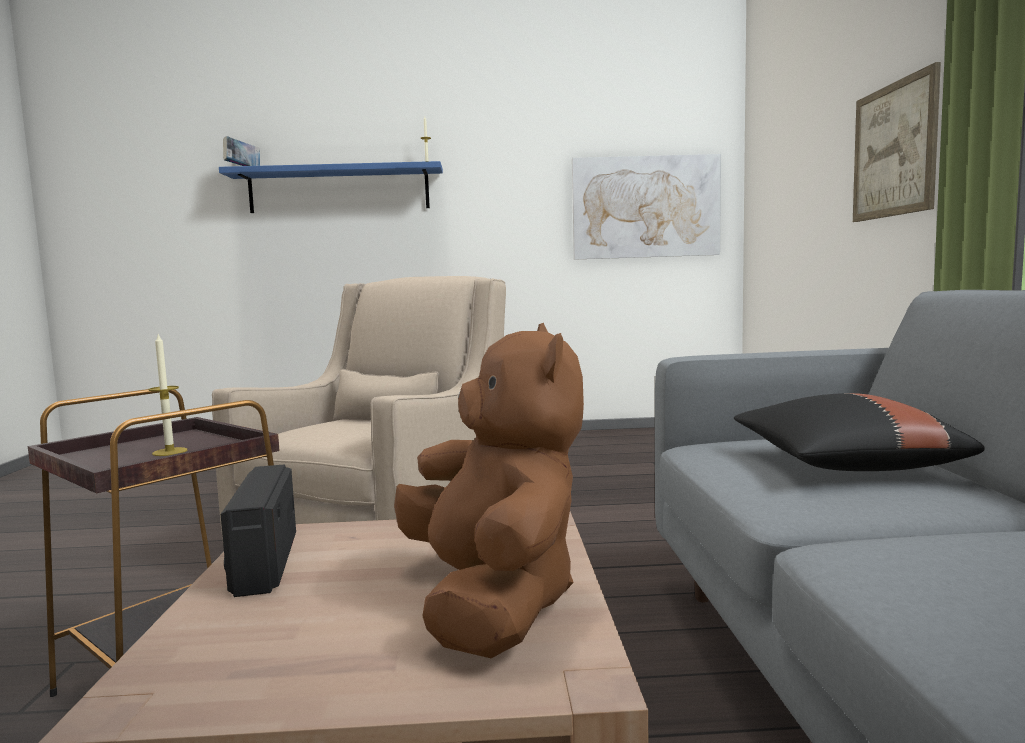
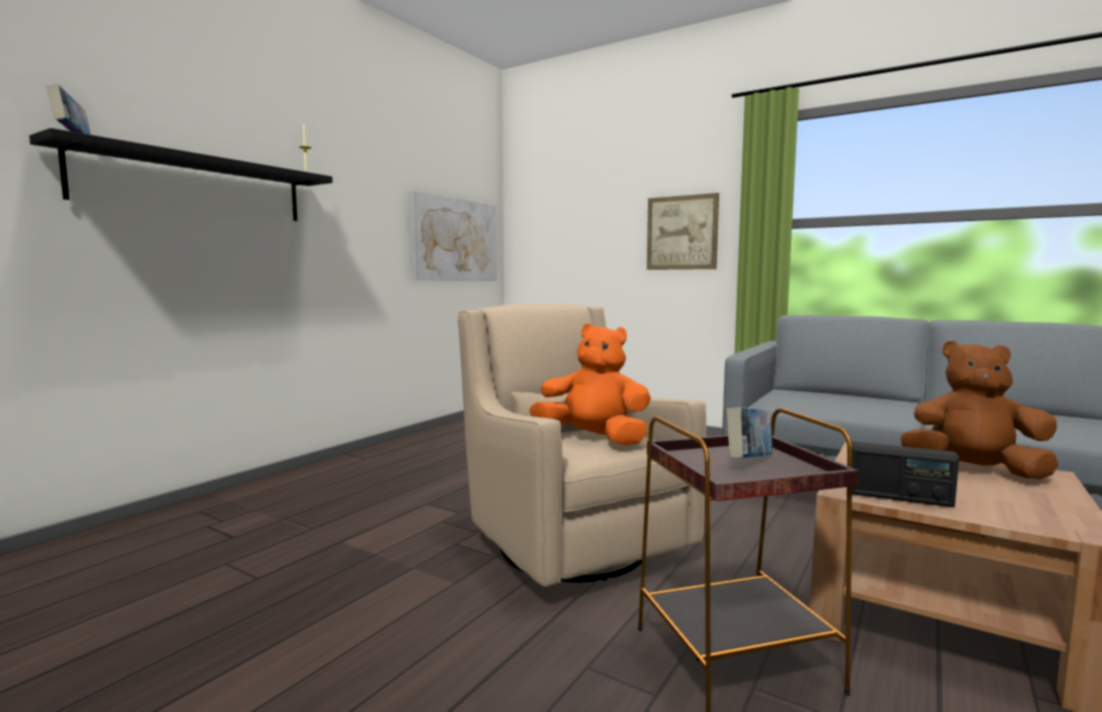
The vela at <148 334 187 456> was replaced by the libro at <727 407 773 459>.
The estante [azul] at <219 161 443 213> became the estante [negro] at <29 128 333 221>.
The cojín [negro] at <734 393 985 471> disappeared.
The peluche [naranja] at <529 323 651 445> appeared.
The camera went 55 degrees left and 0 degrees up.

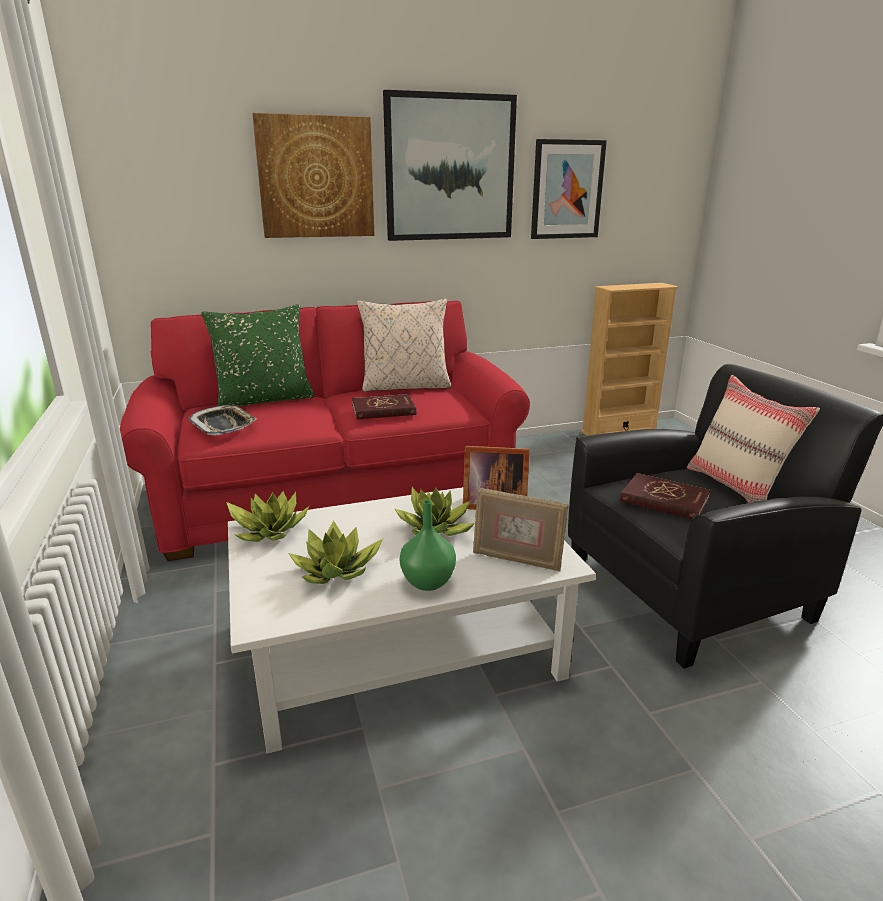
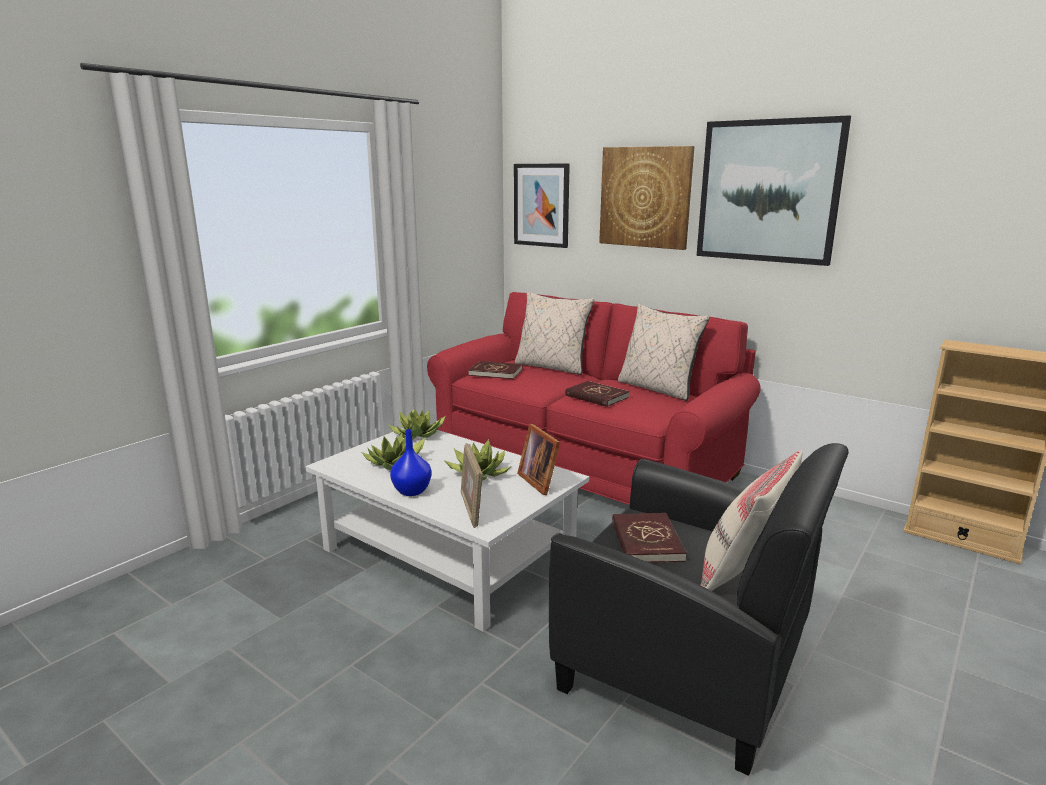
The bandeja at <188 405 257 435> was replaced by the libro [rojo] at <468 361 522 379>.
The cojín [verde] at <201 304 314 407> became the cojín [beis] at <515 291 594 375>.
The florero [verde] at <399 500 456 591> became the florero [azul] at <390 429 432 496>.
The cuadro moved from <531 139 607 239> to <514 163 570 248>.
The camera went 55 degrees right and 5 degrees down.

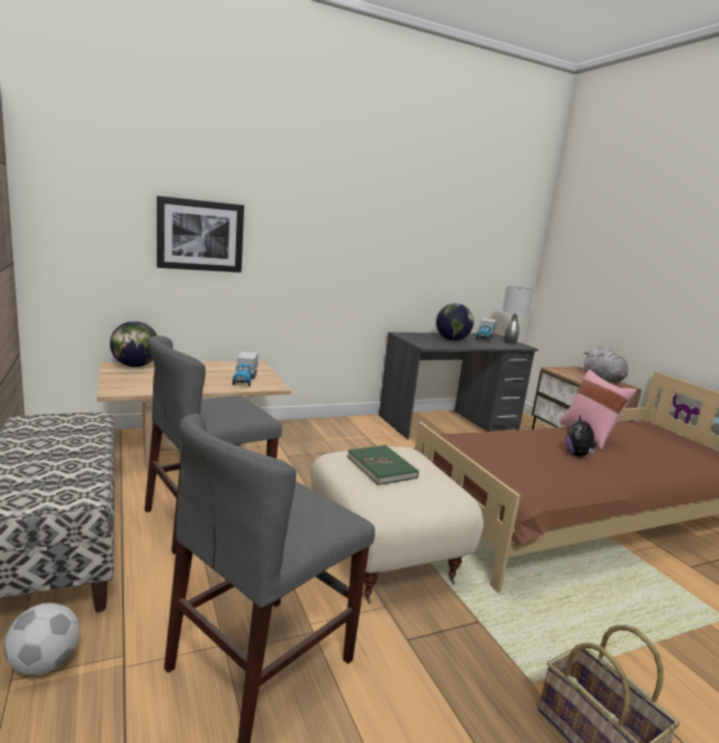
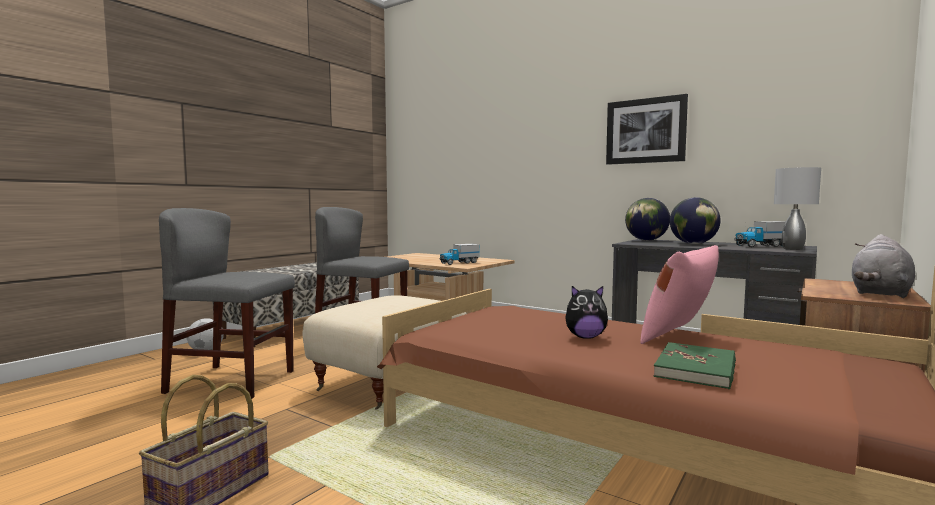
The globo terráqueo moved from <110 321 157 367> to <625 198 670 241>.
The cuadro moved from <157 196 244 273> to <606 94 688 165>.
The libro [verde] moved from <347 445 419 485> to <654 342 736 389>.
The peluche at <565 415 597 457> turned 150 degrees counterclockwise.
The camera went 60 degrees right and 10 degrees down.

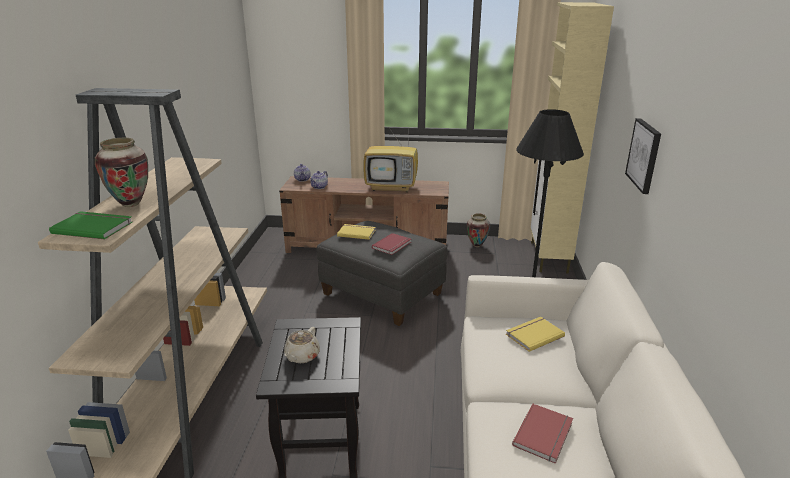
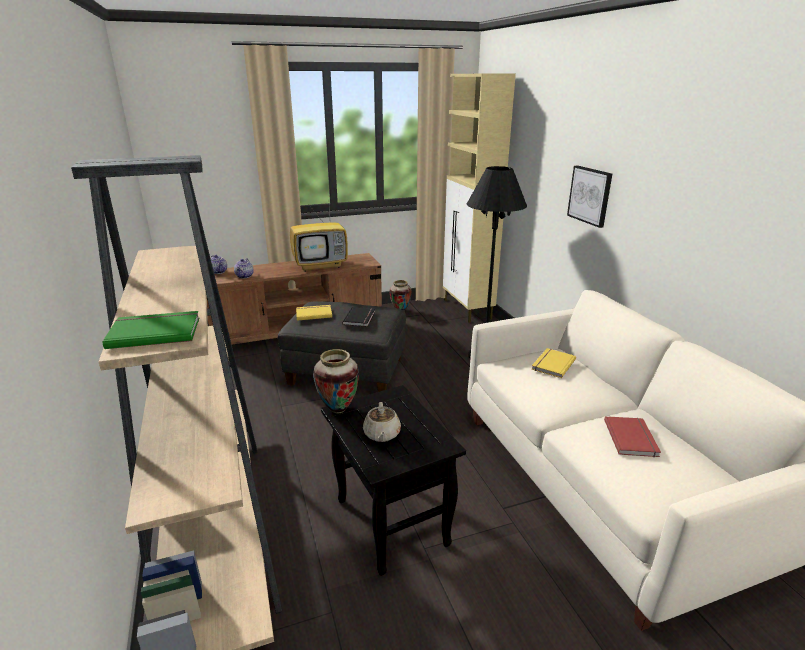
The florero moved from <95 138 148 207> to <313 349 359 414>.
The libro [rojo] at <372 233 411 255> became the libro [negro] at <342 307 375 327>.
The camera went 25 degrees left and 0 degrees up.

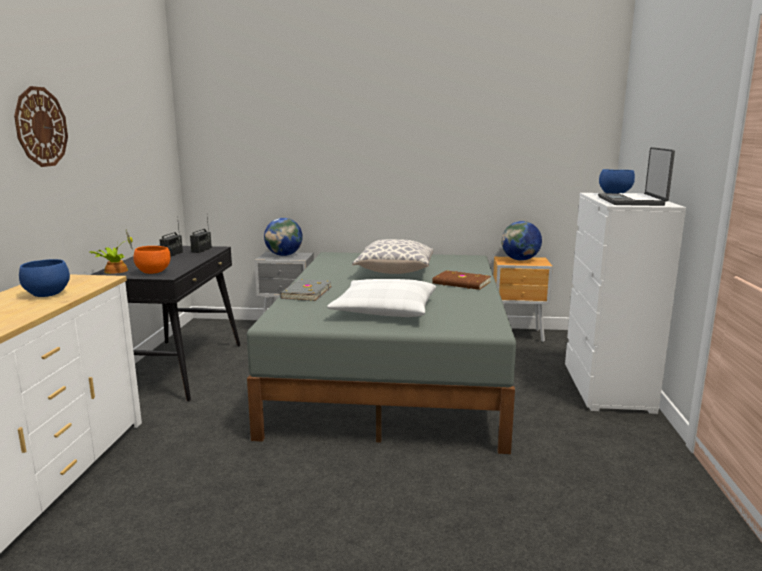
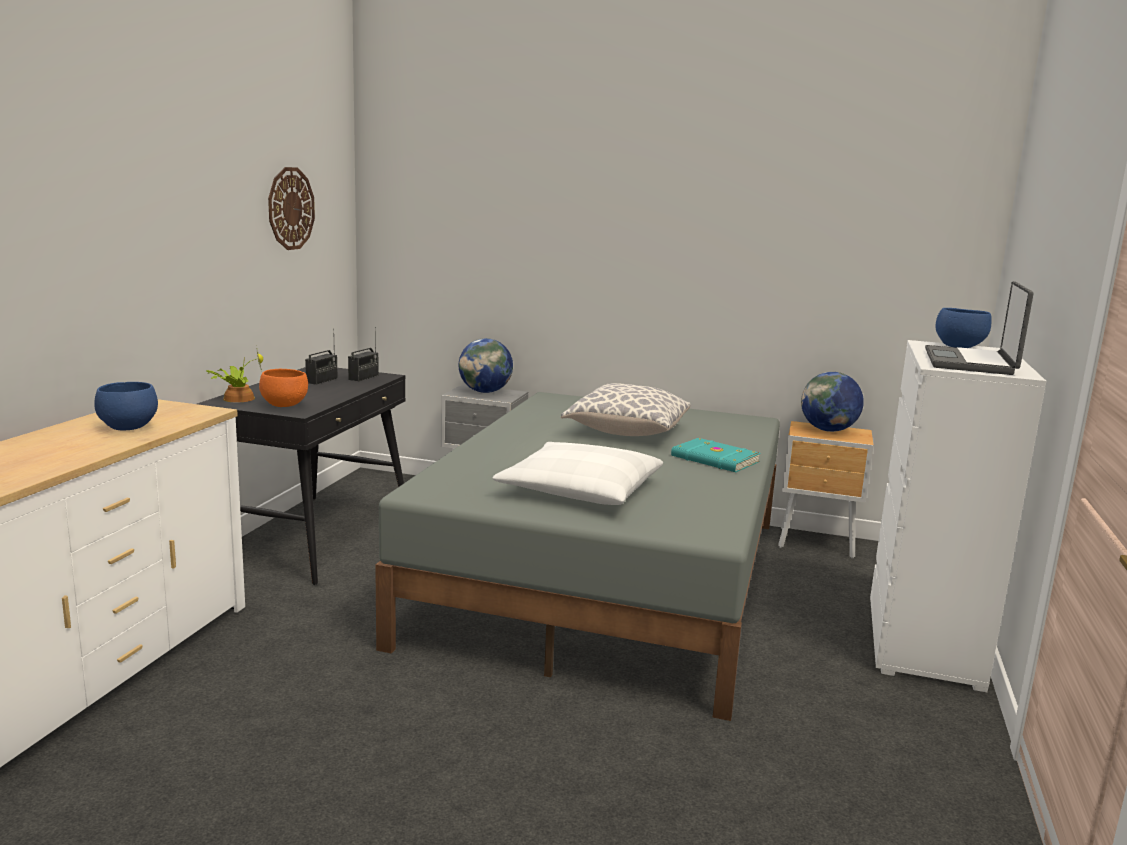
The reloj de pared moved from <14 86 68 167> to <268 167 315 250>.
The libro [gris] at <280 279 332 301> disappeared.
The libro [marrón] at <432 271 491 290> became the libro [turquesa] at <671 438 761 472>.
The camera went 10 degrees right and 0 degrees up.

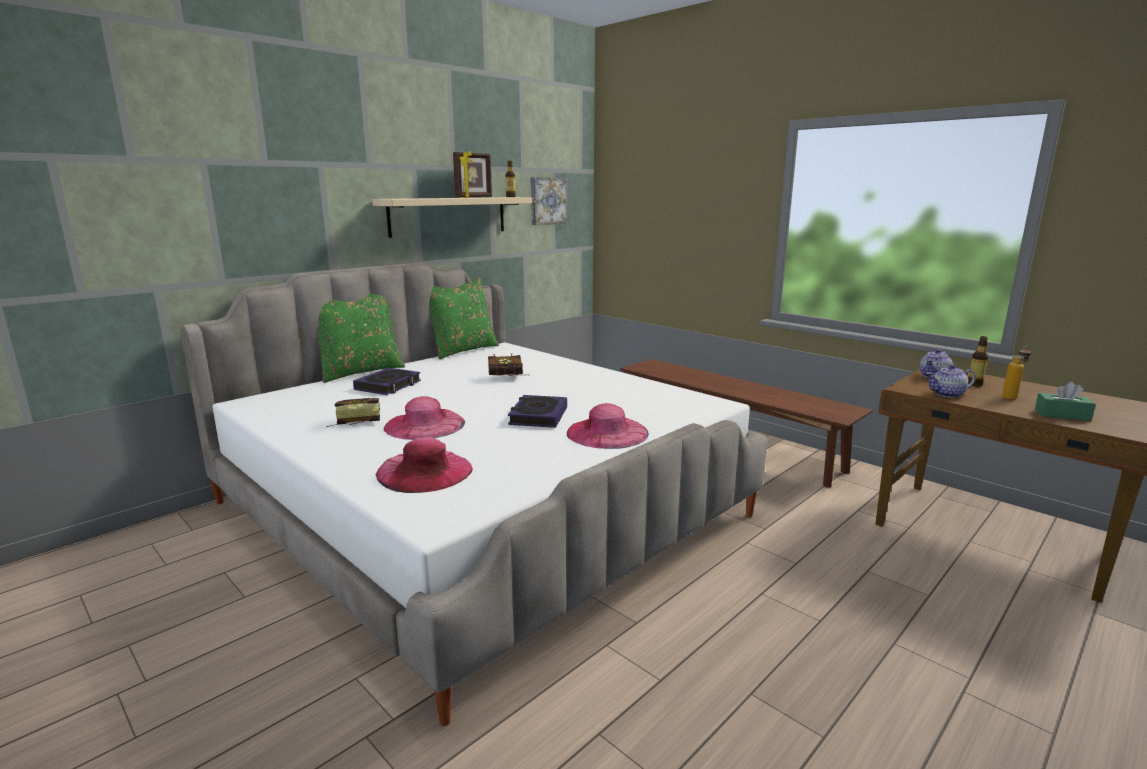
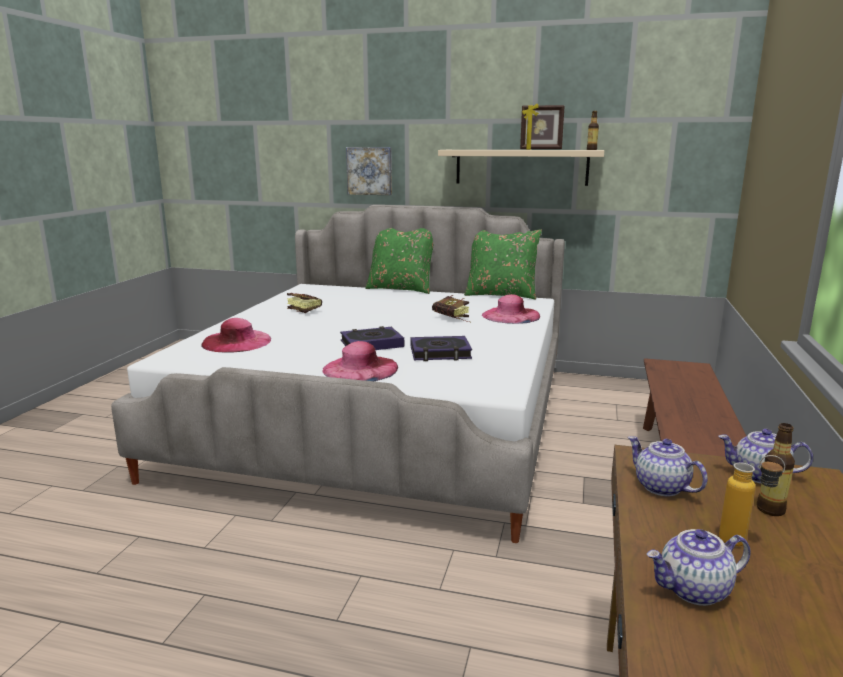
The libro moved from <353 368 421 395> to <411 336 472 361>.
The sombrero [rosa] moved from <384 396 465 440> to <482 294 540 324>.
The cuadro moved from <531 177 567 225> to <346 147 392 195>.
The caja de pañuelos [verde] at <1035 382 1096 421> was replaced by the tetera at <647 529 750 606>.
The camera went 60 degrees right and 0 degrees up.

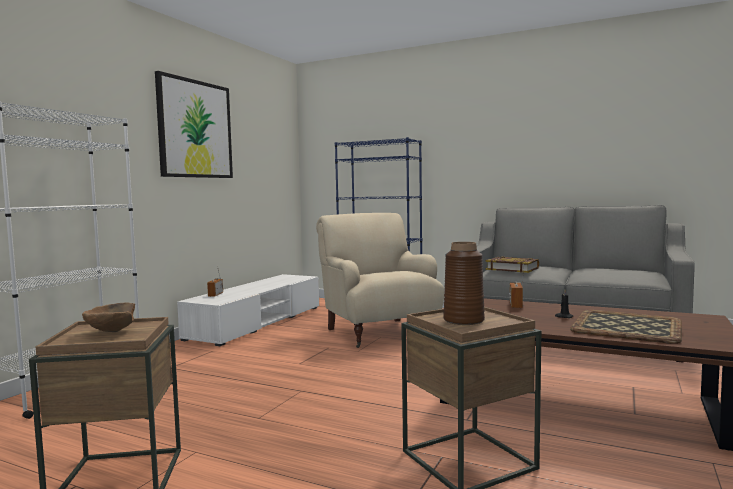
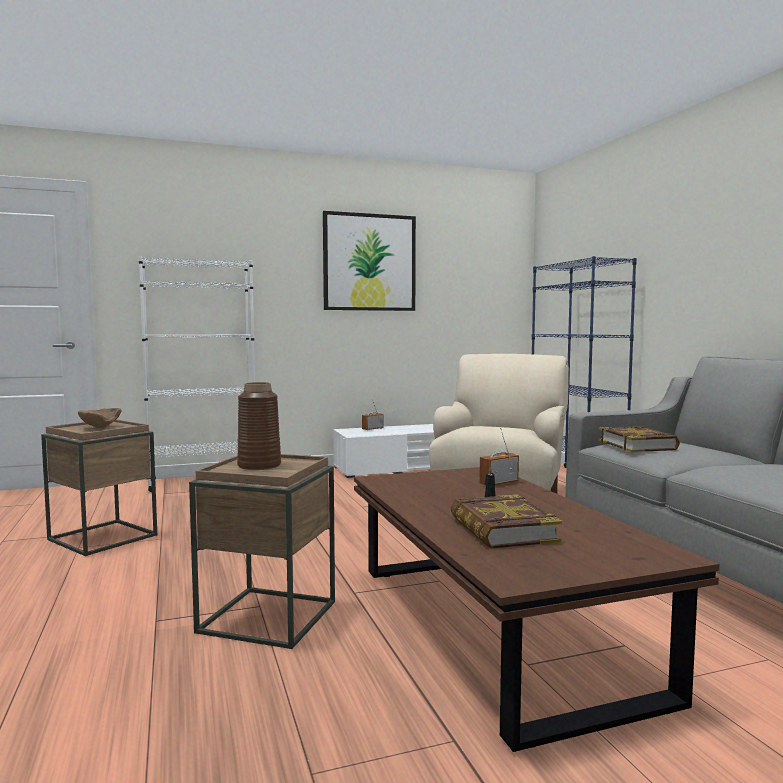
The bandeja at <570 310 682 344> was replaced by the libro at <451 495 562 549>.
The camera went 45 degrees right and 0 degrees up.

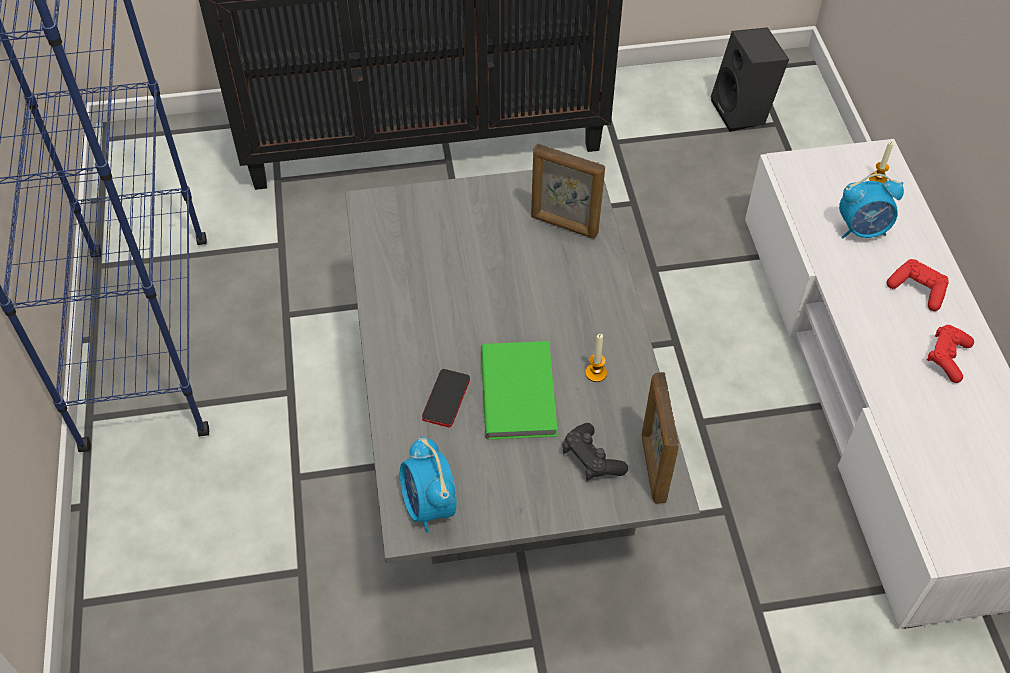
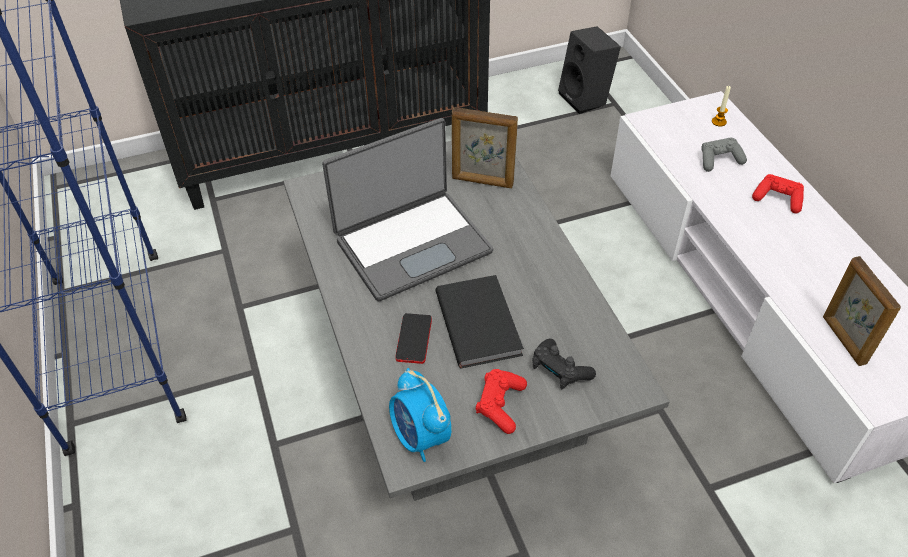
The libro [verde] at <481 341 557 440> became the libro [negro] at <436 275 524 368>.
The vela at <585 334 607 382> disappeared.
The portarretratos moved from <641 372 679 504> to <823 256 901 366>.
The despertador at <839 174 904 238> was replaced by the mando de consola [gris] at <701 138 747 172>.
The mando de consola [rojo] moved from <927 325 974 383> to <476 369 527 434>.
The portátil at <322 118 493 302> appeared.
The camera went 10 degrees left and 5 degrees down.

